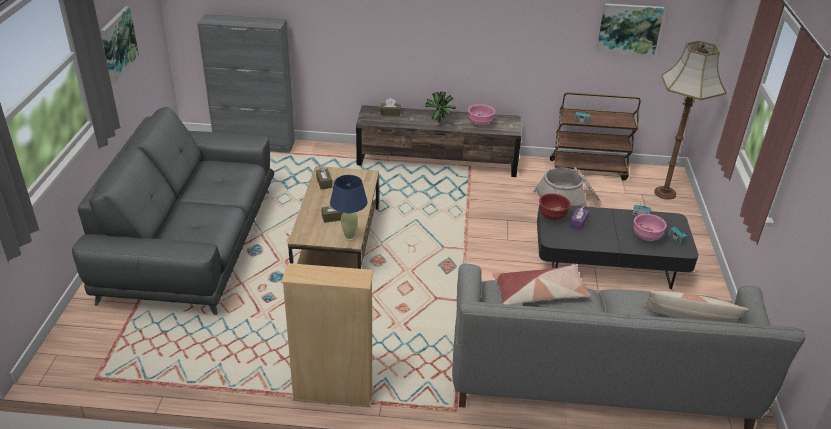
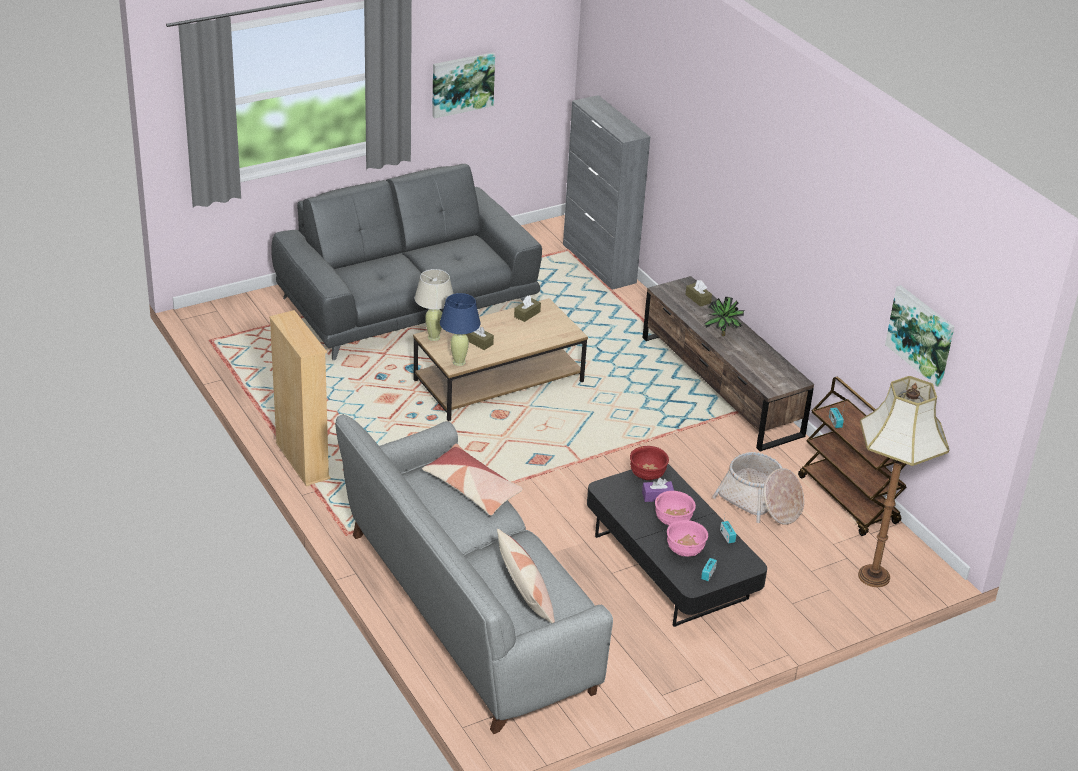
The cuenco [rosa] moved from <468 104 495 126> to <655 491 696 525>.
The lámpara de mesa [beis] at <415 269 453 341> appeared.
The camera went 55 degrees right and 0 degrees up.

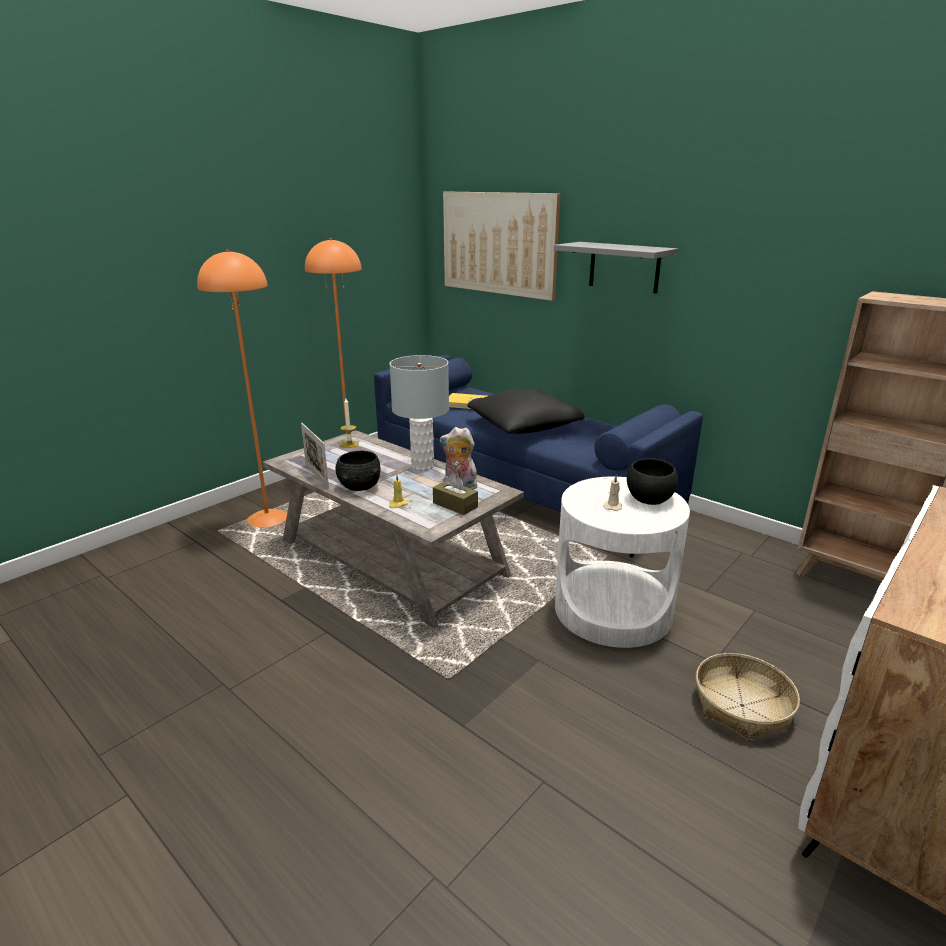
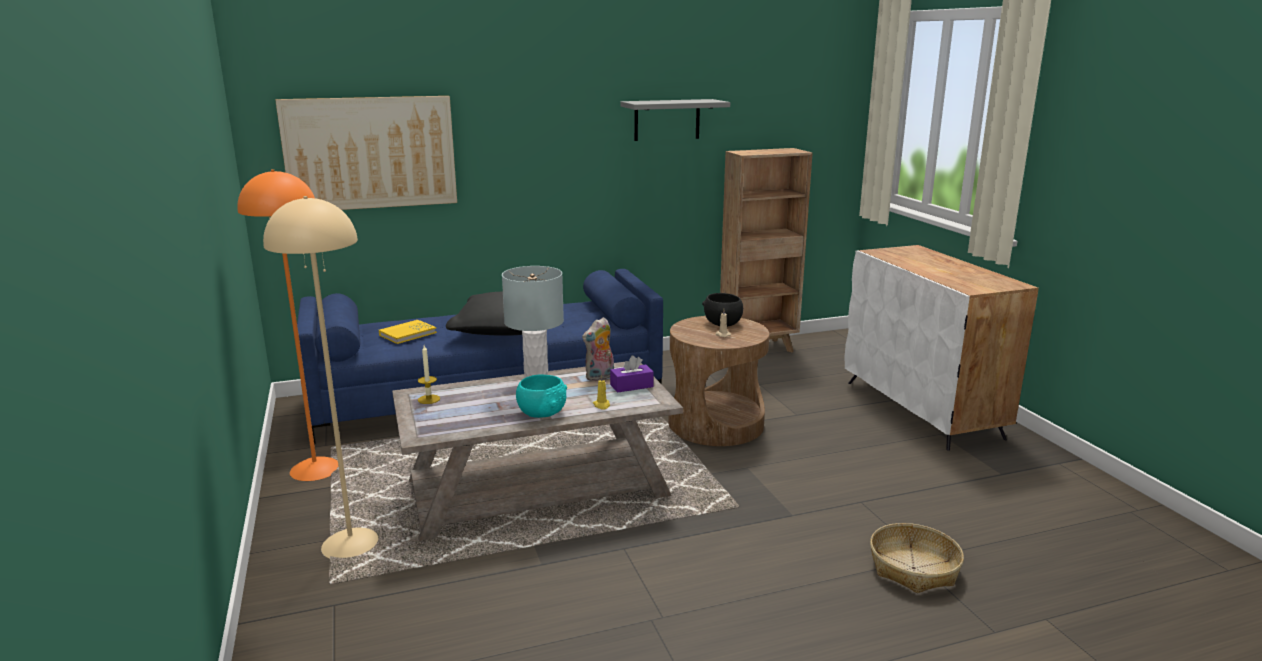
The lámpara de pie [naranja] at <197 250 287 528> became the lámpara de pie [beis] at <263 196 378 559>.
The portarretratos at <301 423 329 489> disappeared.
The cuenco [negro] at <335 451 380 491> became the cuenco [turquesa] at <516 374 567 418>.
The caja de pañuelos [marrón] at <433 474 478 515> became the caja de pañuelos [morado] at <610 355 654 393>.
The estante [gris] moved from <554 242 678 293> to <621 99 730 141>.
The mesa auxiliar [blanco] at <555 477 690 648> became the mesa auxiliar [marrón] at <668 316 769 446>.
The cesta moved from <696 653 800 739> to <870 523 964 593>.
The camera went 60 degrees left and 5 degrees down.

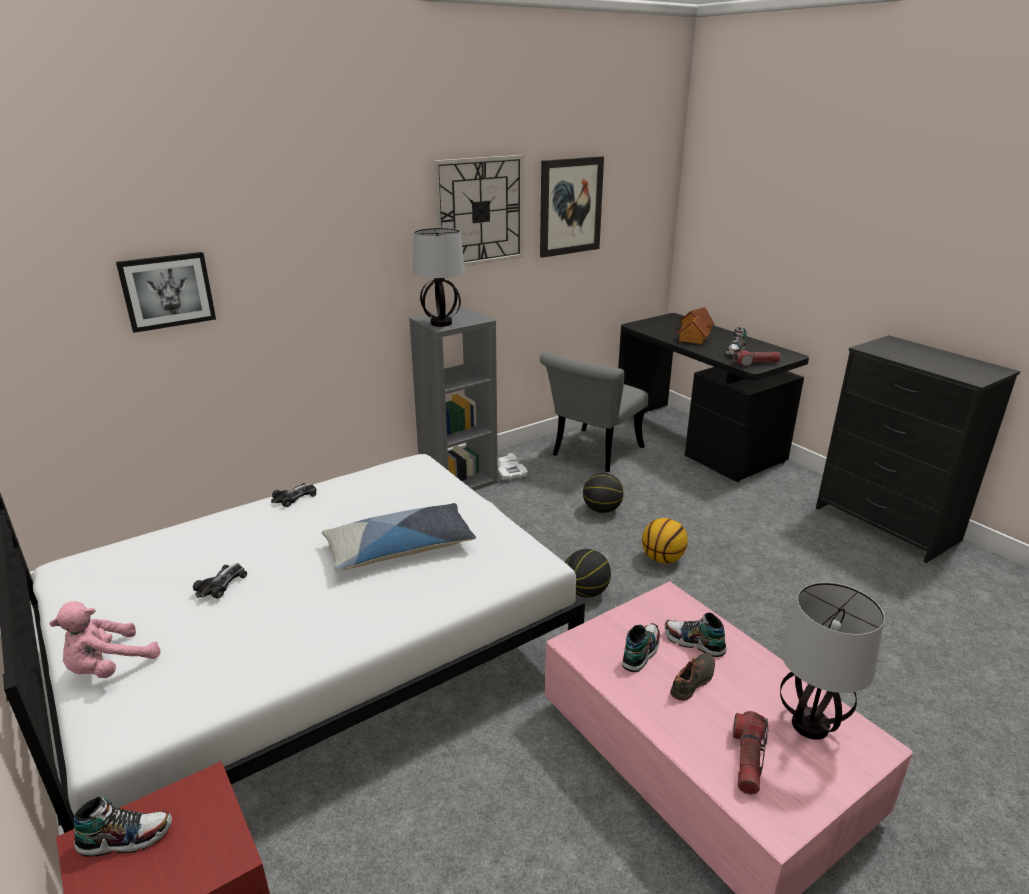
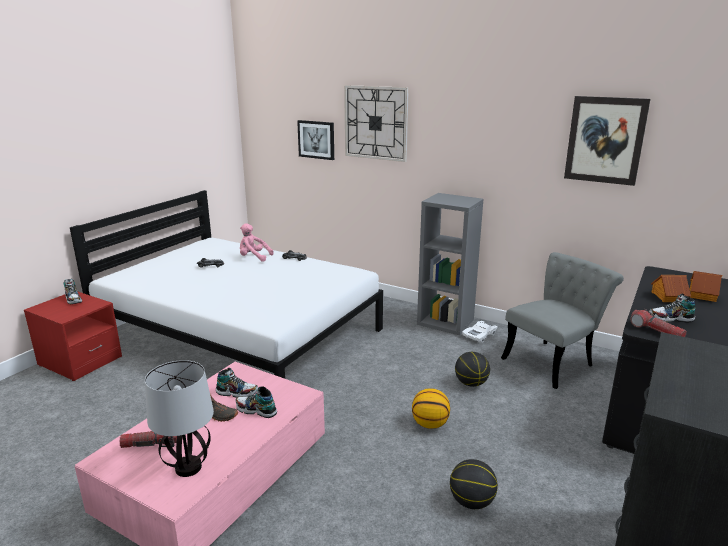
The peluche [rosa] moved from <49 601 160 678> to <240 223 273 262>.
The cojín at <322 503 476 571> disappeared.
The lámpara de mesa at <413 228 465 327> disappeared.
The reloj de pared moved from <433 155 524 266> to <344 85 409 162>.
The silla [gris] at <540 352 648 472> turned 135 degrees clockwise.
The balón de baloncesto moved from <565 549 611 598> to <450 459 498 509>.
The zapato at <664 613 727 657> turned 75 degrees counterclockwise.
The camera went 65 degrees right and 5 degrees down.

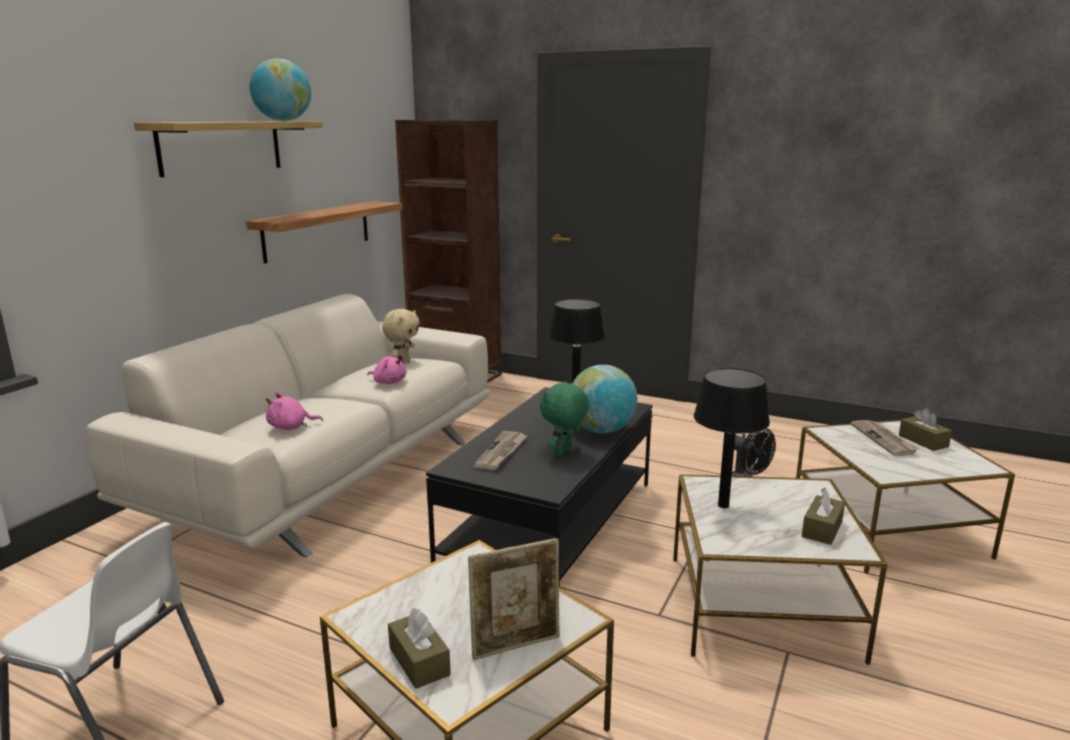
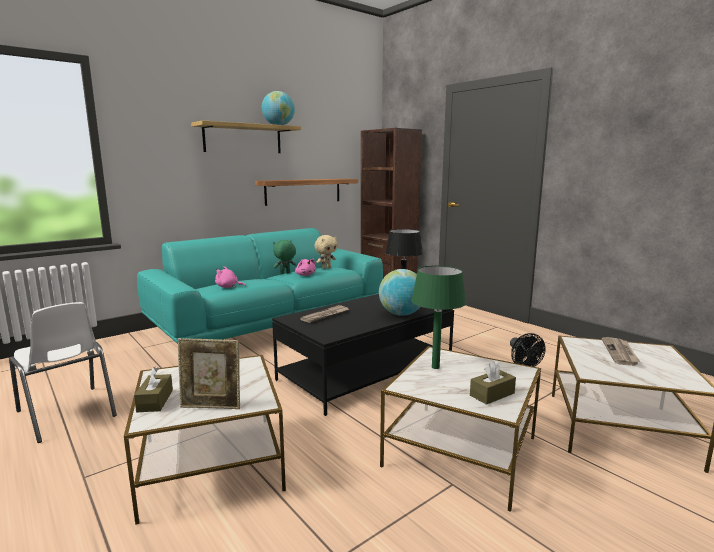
The sofá [beis] at <86 294 490 558> became the sofá [turquesa] at <137 228 383 344>.
The peluche [verde] moved from <540 381 589 456> to <273 240 296 274>.
The lámpara de mesa [negro] at <693 368 770 508> became the lámpara de mesa [verde] at <411 266 466 369>.
The caja de pañuelos [marrón] at <899 408 952 451> disappeared.
The camera went 25 degrees right and 5 degrees down.

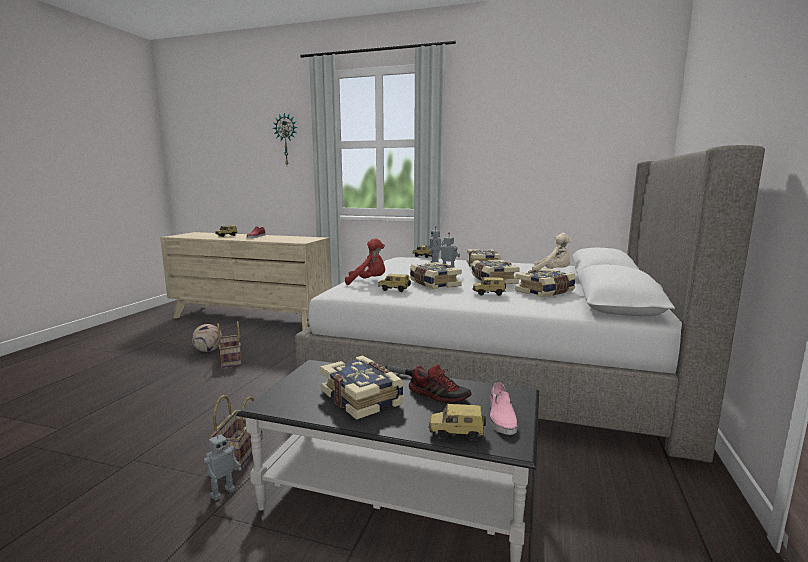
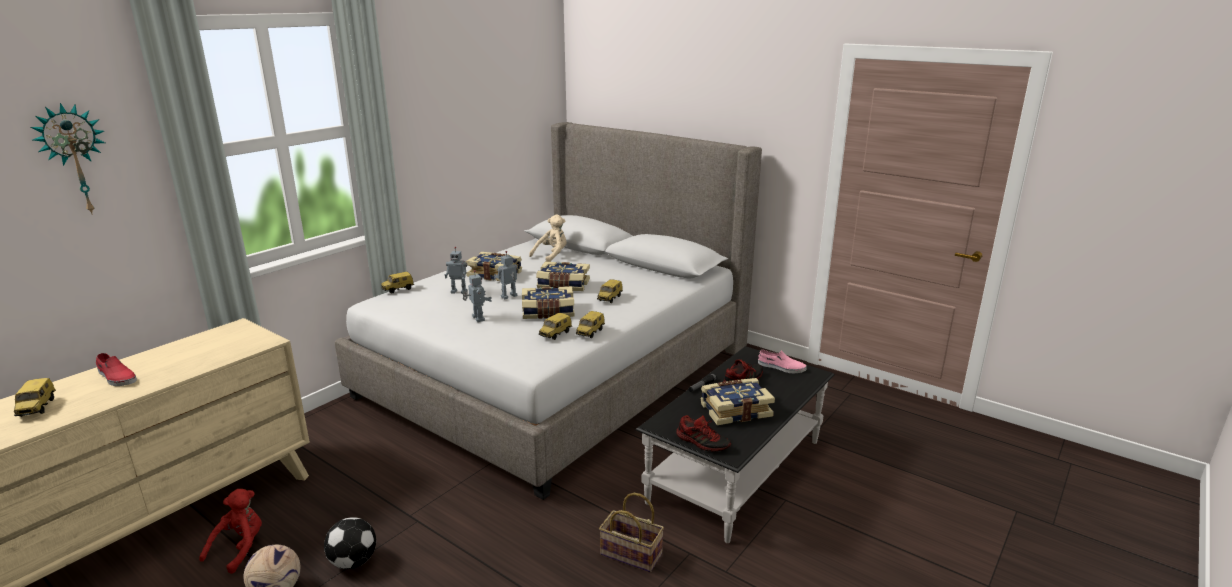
The robot de juguete moved from <203 431 242 501> to <463 270 492 322>.
The cesta at <217 321 242 368> was replaced by the balón de fútbol at <324 517 376 569>.
The peluche [rojo] moved from <345 238 385 285> to <199 489 262 574>.
The coche de juguete moved from <429 404 486 442> to <576 311 605 338>.
The libro at <515 268 576 297> disappeared.
The zapato at <676 415 731 451> appeared.
The camera went 70 degrees left and 10 degrees up.

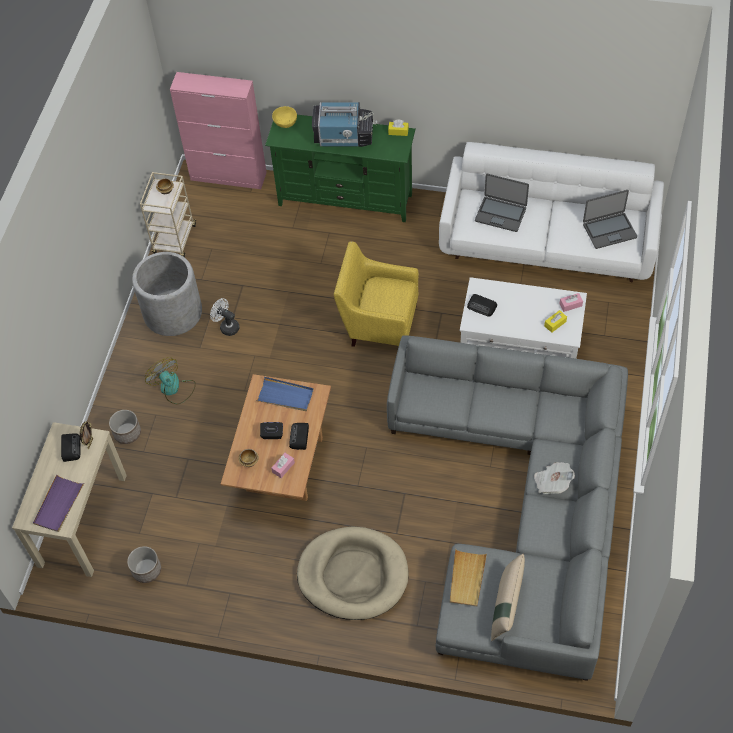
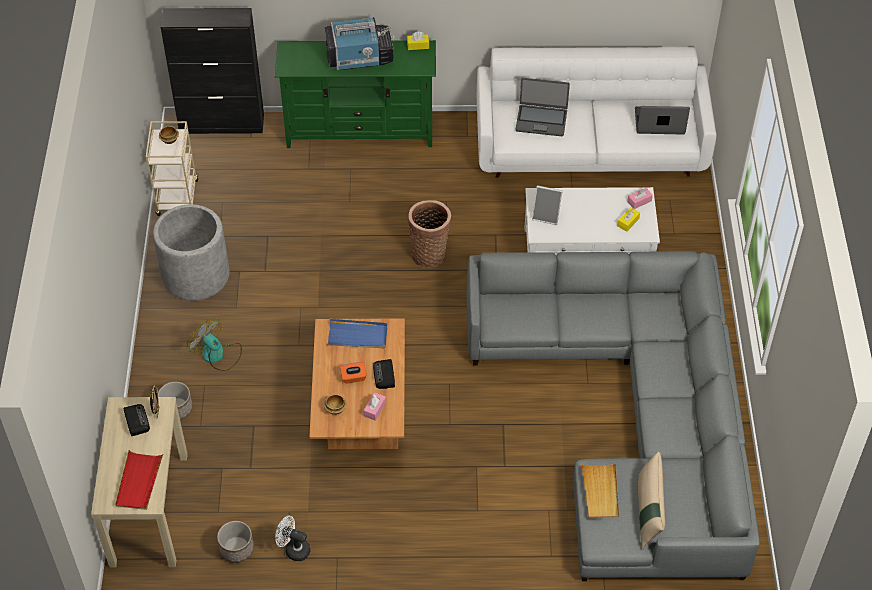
The bandeja [morado] at <33 474 84 532> became the bandeja [rojo] at <115 450 163 510>.
The armario [rosa] at <170 72 267 189> became the armario [negro] at <161 8 264 134>.
The ventilador [blanco] moved from <210 298 240 336> to <275 516 310 561>.
The caja de pañuelos [negro] at <260 422 283 439> became the caja de pañuelos [naranja] at <340 362 367 384>.
The cuenco [amarillo] at <272 106 297 128> disappeared.
The cama para perro [beis] at <297 526 409 620> disappeared.
The sillón [amarillo] at <334 242 419 347> was replaced by the cesta at <408 200 451 268>.
The radio at <467 294 497 317> was replaced by the portarretratos at <532 185 562 225>.
The periódico at <534 462 575 494> disappeared.
The portátil at <583 190 637 249> turned 150 degrees counterclockwise.
The camera went 15 degrees left and 5 degrees down.

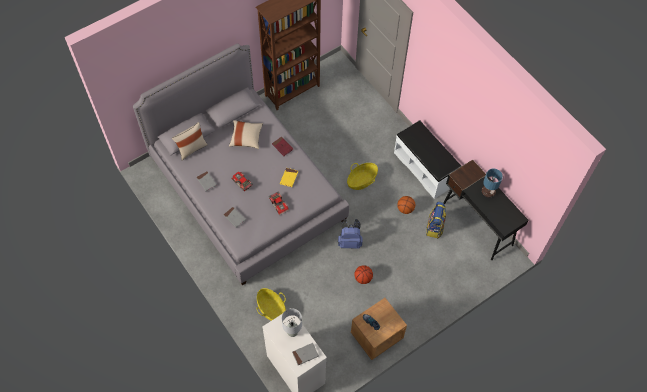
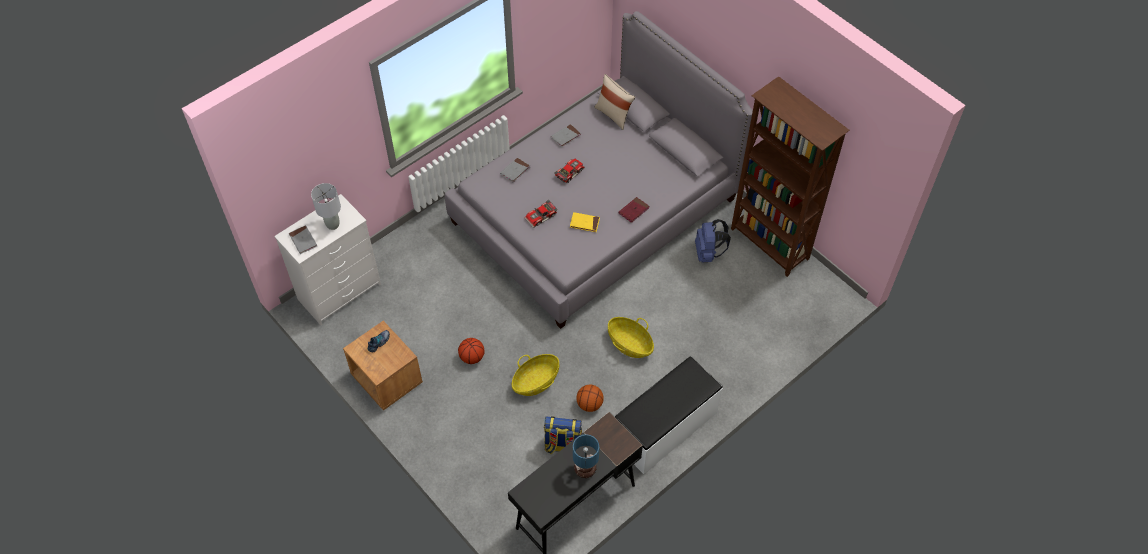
The cojín [beis] at <229 120 263 149> disappeared.
The cesta moved from <256 288 286 321> to <512 354 559 396>.
The mochila [azul] moved from <338 219 363 249> to <695 219 731 263>.
The camera went 85 degrees right and 5 degrees down.

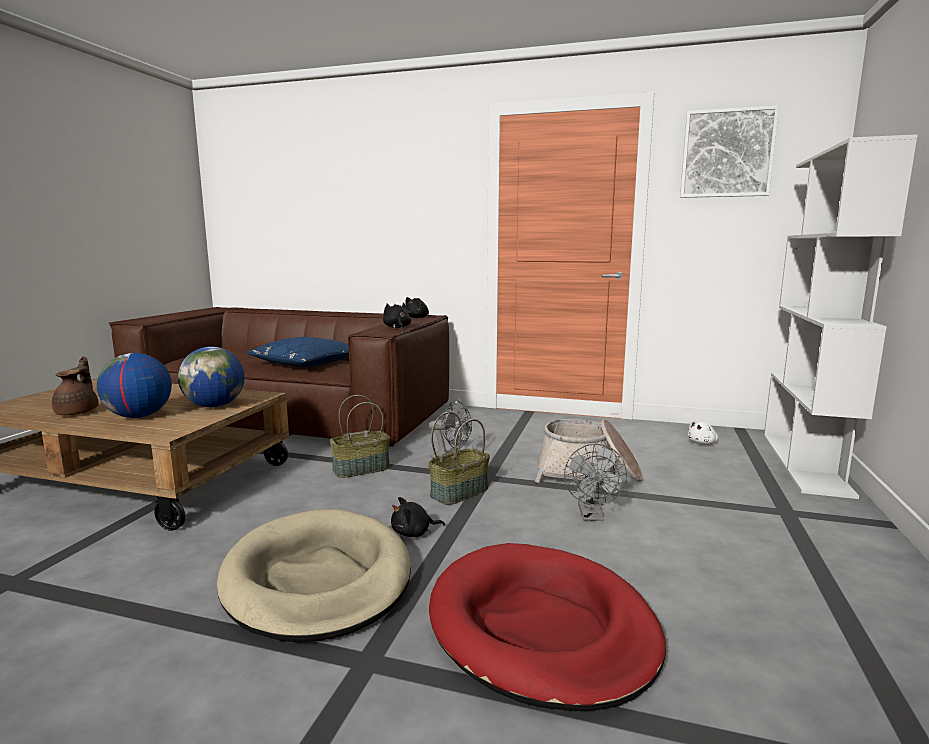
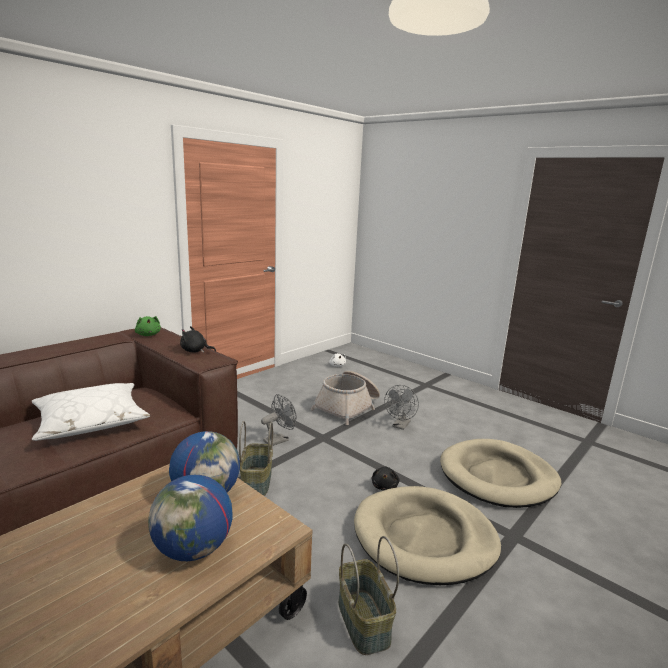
The tetera [marrón] at <52 356 99 415> disappeared.
The cojín [azul] at <246 337 349 367> became the cojín [blanco] at <32 383 150 441>.
The peluche [negro] at <405 297 429 318> became the peluche [verde] at <135 316 161 336>.
The cesta moved from <428 412 490 505> to <338 536 399 655>.
The cama para perro [rojo] at <429 543 666 711> became the cama para perro [beis] at <440 439 561 508>.
The ventilador [gris] at <564 444 627 521> turned 90 degrees clockwise.
The cuadro at <680 105 779 198> disappeared.
The estantería [blanco] at <764 134 918 499> disappeared.
The camera went 65 degrees left and 5 degrees up.

